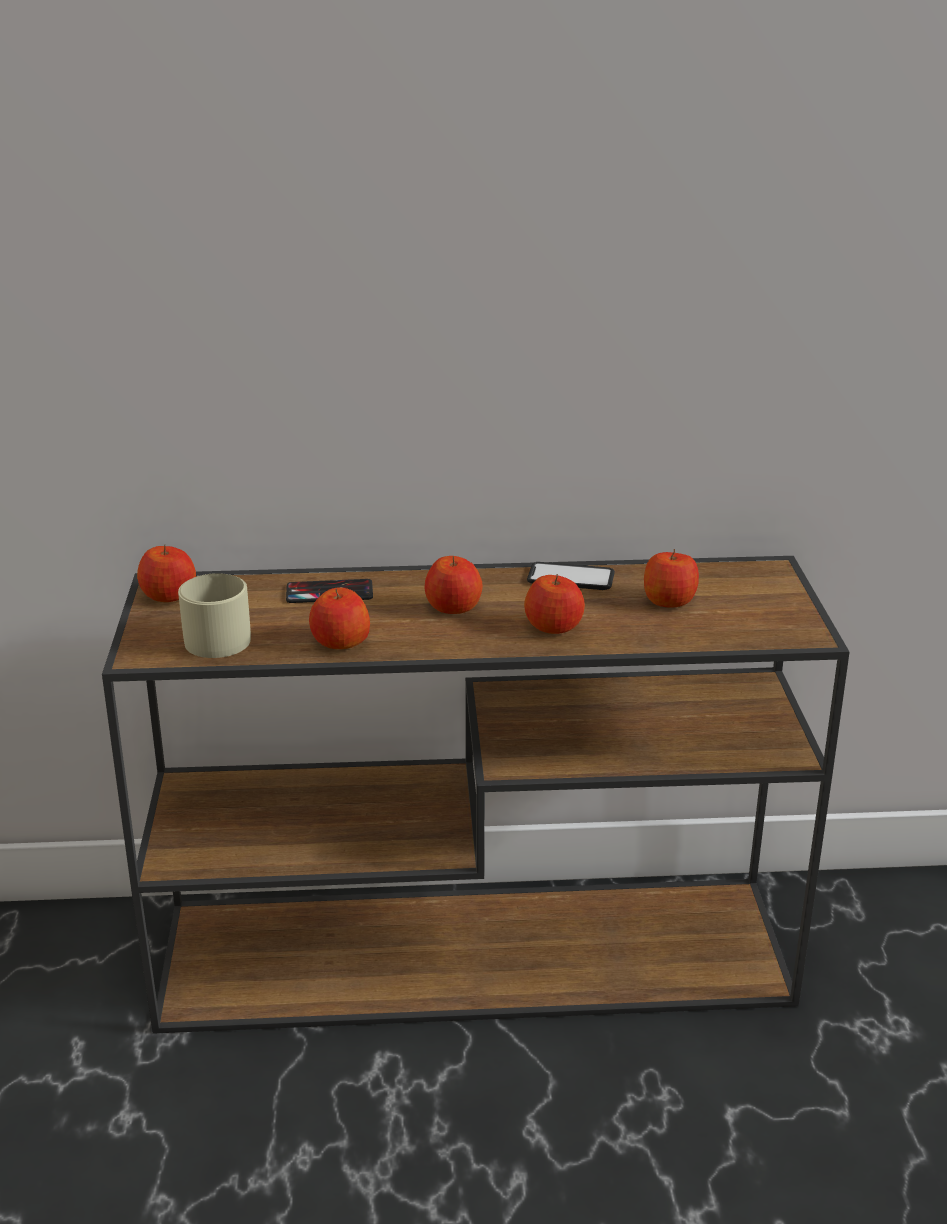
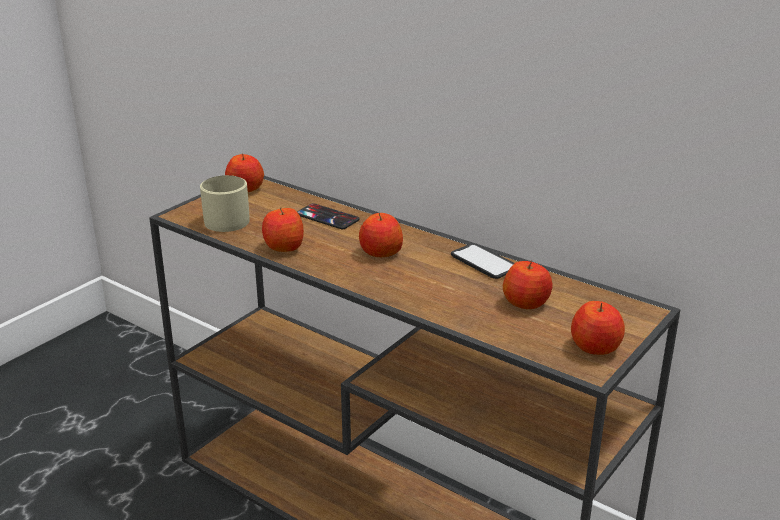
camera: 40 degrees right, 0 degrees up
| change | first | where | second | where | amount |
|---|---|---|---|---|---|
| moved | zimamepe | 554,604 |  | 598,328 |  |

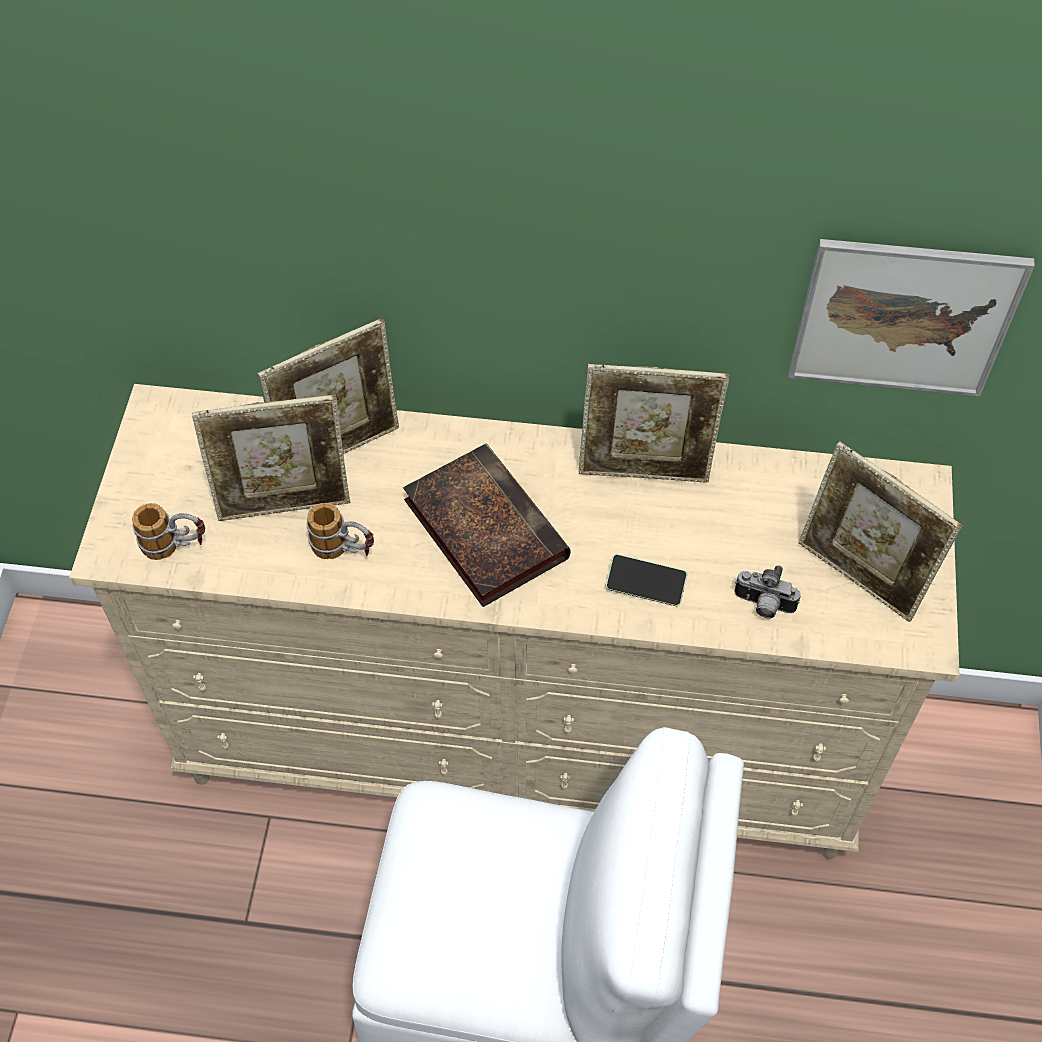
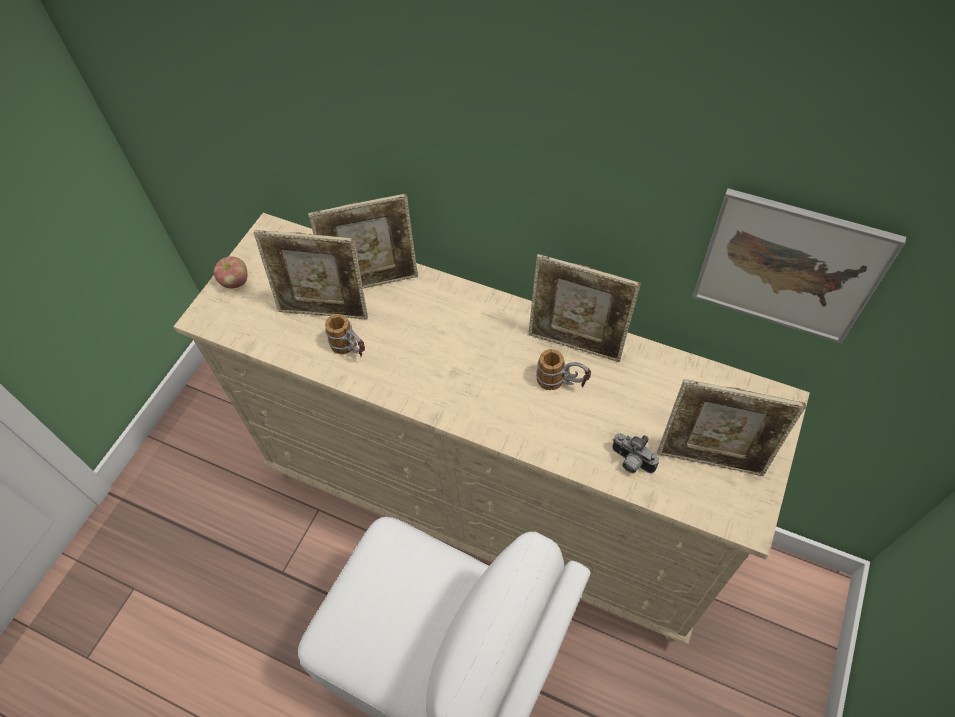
camera: 20 degrees right, 0 degrees up
| change | first | where | second | where | amount |
|---|---|---|---|---|---|
| added |  |  | zimamepe | 230,272 |  |
| moved | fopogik | 168,531 |  | 563,369 |  |
| turned | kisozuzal | 880,531 |  | 731,427 | 45 degrees counterclockwise |
| removed | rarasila | 486,525 |  |  |  |
| removed | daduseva | 646,580 |  |  |  |

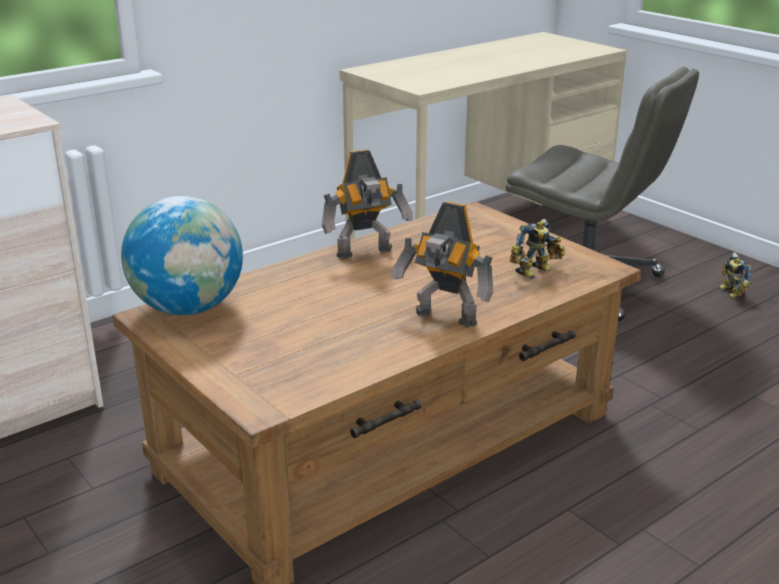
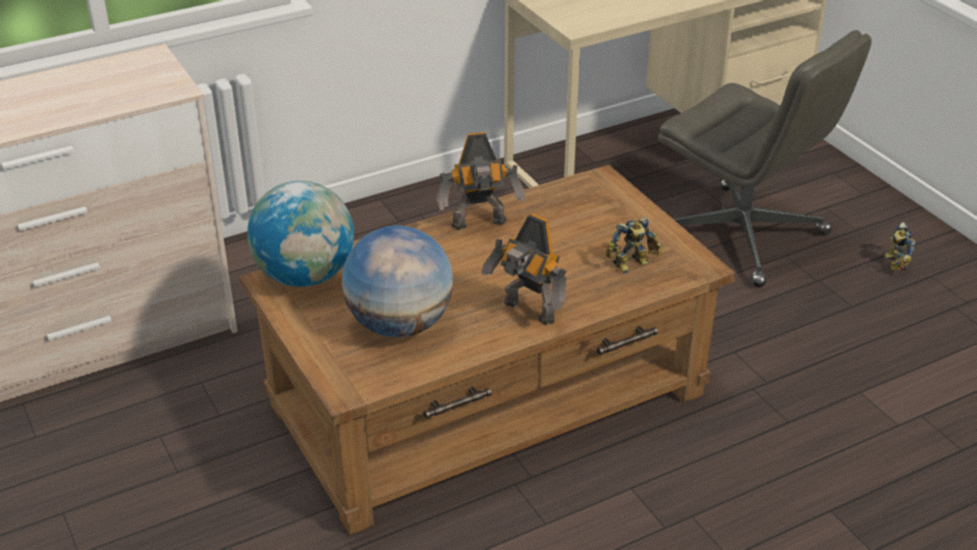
camera: 10 degrees right, 10 degrees up
| change | first | where | second | where | amount |
|---|---|---|---|---|---|
| added |  |  | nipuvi | 397,281 |  |

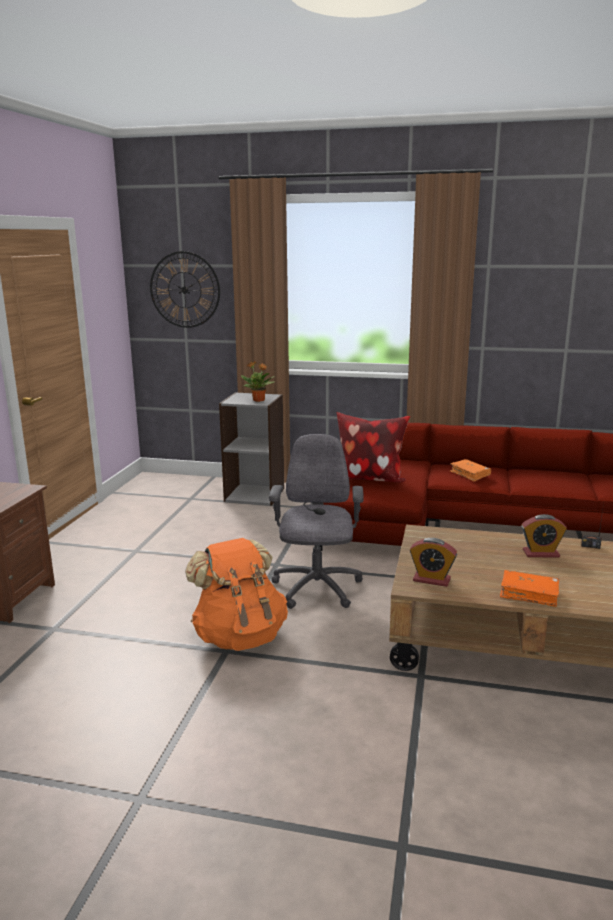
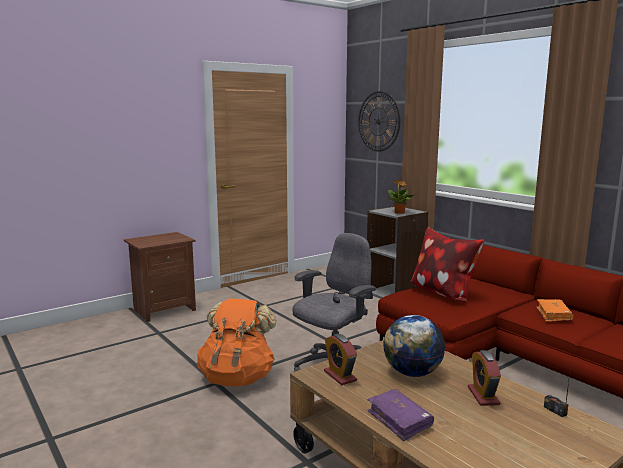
camera: 40 degrees right, 5 degrees down
| change | first | where | second | where | amount |
|---|---|---|---|---|---|
| recoloured | orange rarasila | 529,588 | purple rarasila | 401,415 |  |
| added |  |  | nipuvi | 414,346 |  |
| turned | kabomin | 544,535 |  | 484,378 | 45 degrees clockwise |

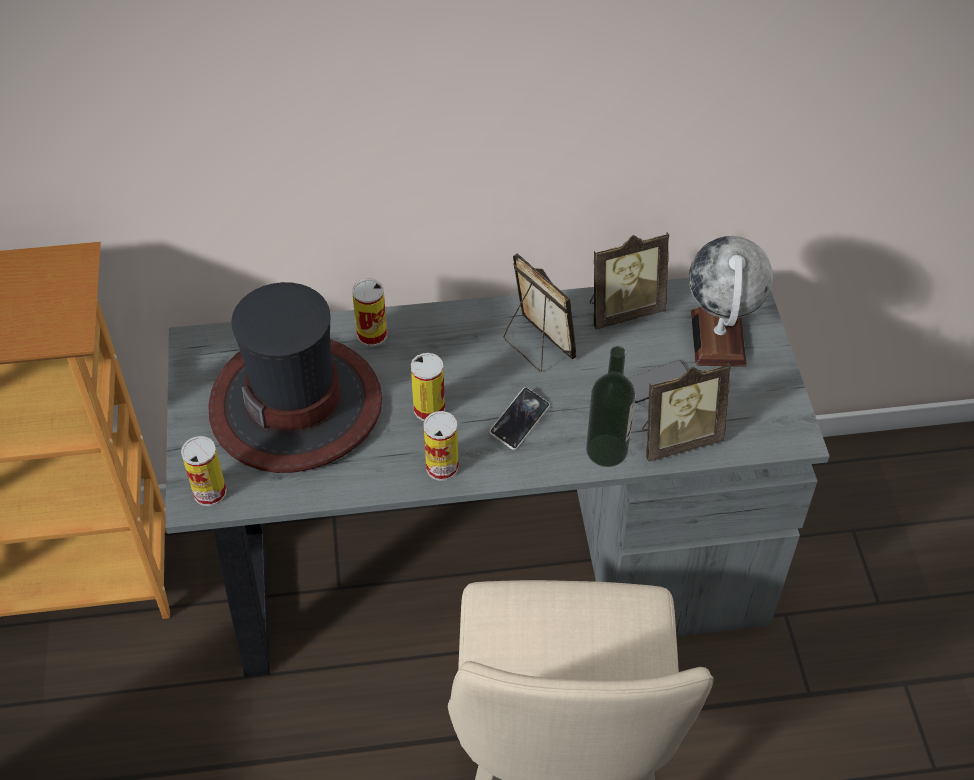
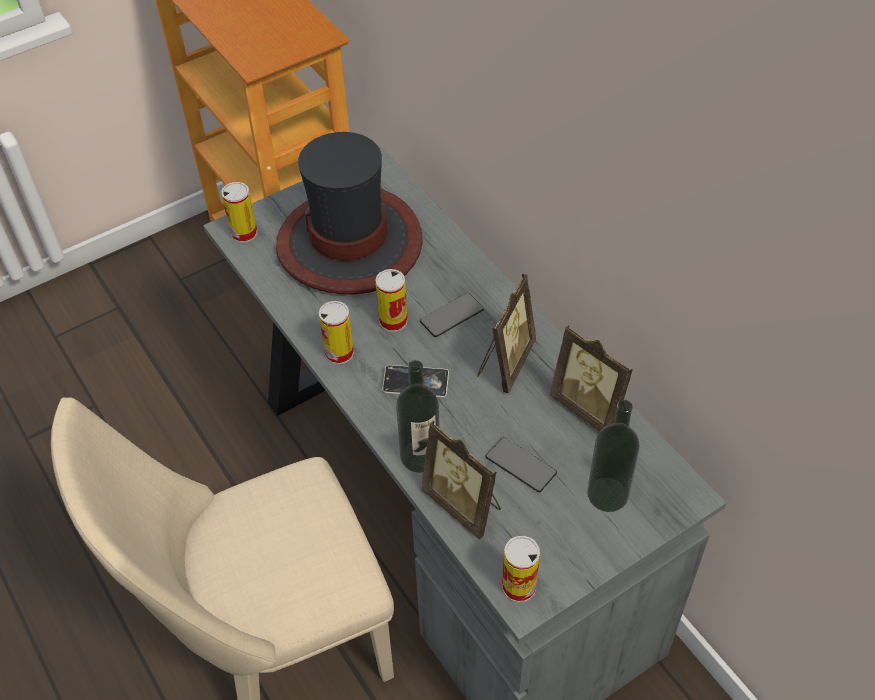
camera: 65 degrees right, 0 degrees up
| change | first | where | second | where | amount |
|---|---|---|---|---|---|
| added |  |  | daduseva | 452,315 |  |
| moved | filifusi | 369,312 |  | 521,569 |  |
| replaced | nipuvi | 731,301 | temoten | 613,456 |  |

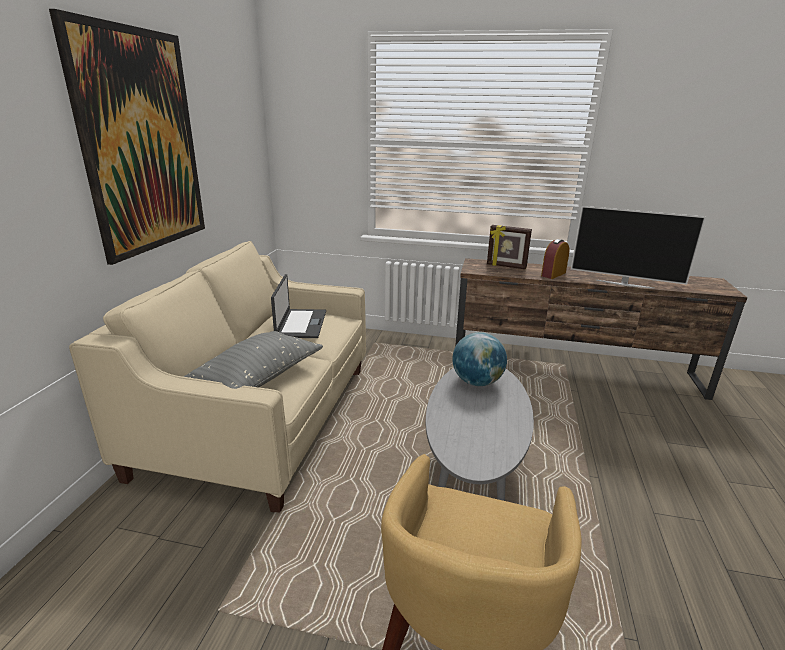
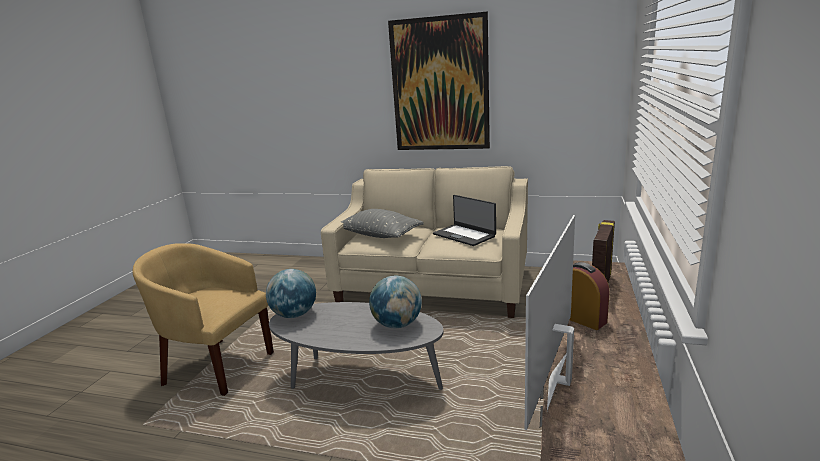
camera: 95 degrees right, 5 degrees down
| change | first | where | second | where | amount |
|---|---|---|---|---|---|
| added |  |  | nipuvi | 291,293 |  |
| turned | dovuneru | 298,306 |  | 464,220 | 45 degrees clockwise |

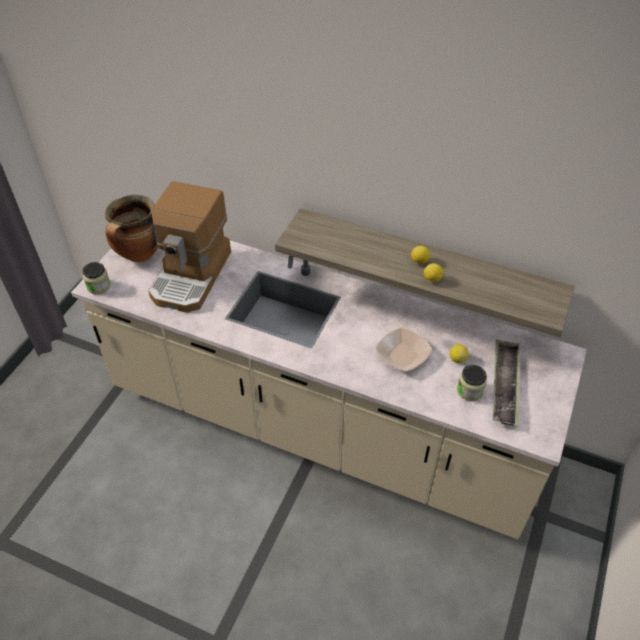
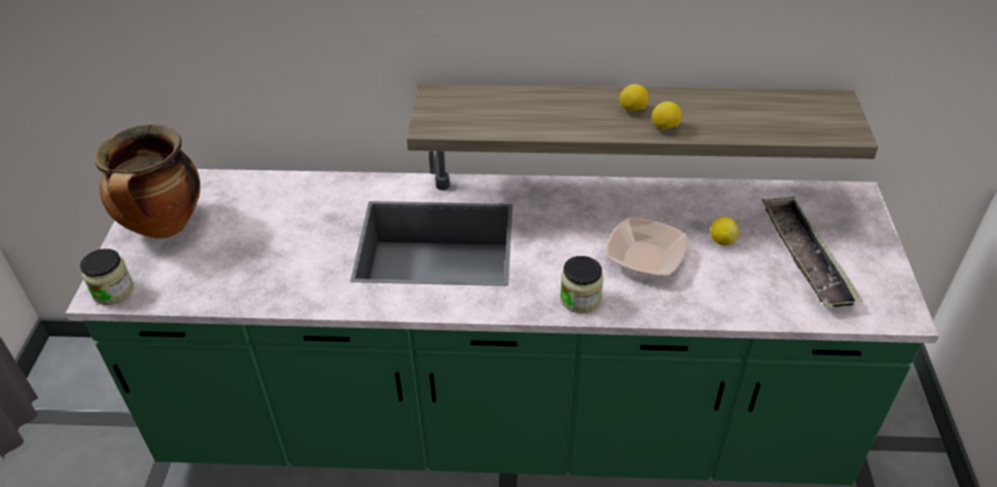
camera: 20 degrees left, 5 degrees down
| change | first | where | second | where | amount |
|---|---|---|---|---|---|
| recoloured | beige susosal | 329,390 | green susosal | 502,318 |  |
| moved | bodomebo | 472,383 |  | 581,284 |  |
| removed | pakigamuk | 189,247 |  |  |  |

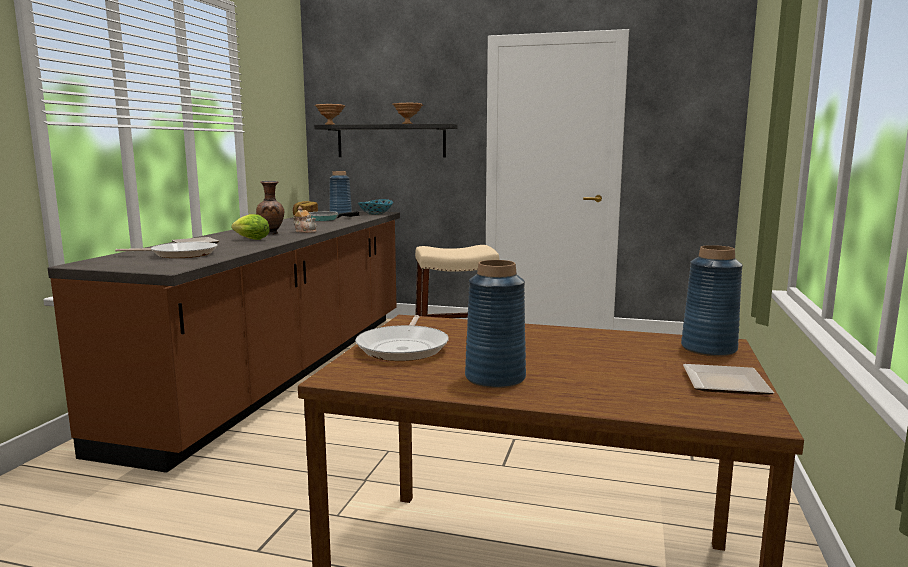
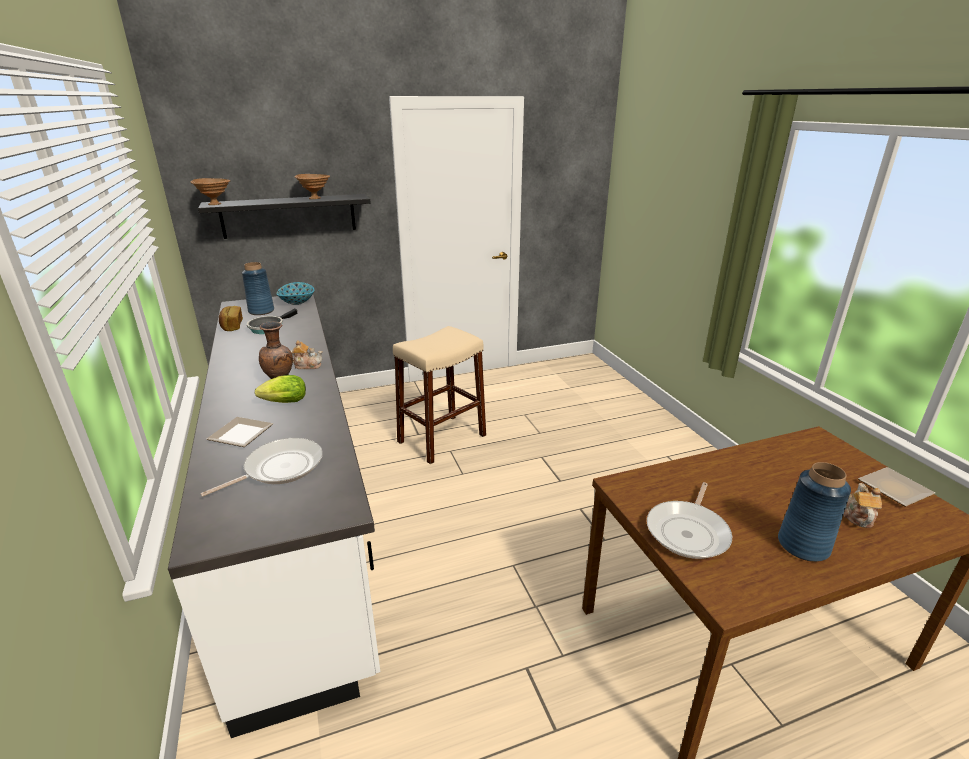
camera: 35 degrees left, 15 degrees up
| change | first | where | second | where | amount |
|---|---|---|---|---|---|
| recoloured | brown susosal | 224,341 | white susosal | 274,515 |  |
| turned | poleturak | 402,338 |  | 690,520 | 60 degrees clockwise |
| added |  |  | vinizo | 862,505 |  |
| removed | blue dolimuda | 712,301 |  |  |  |

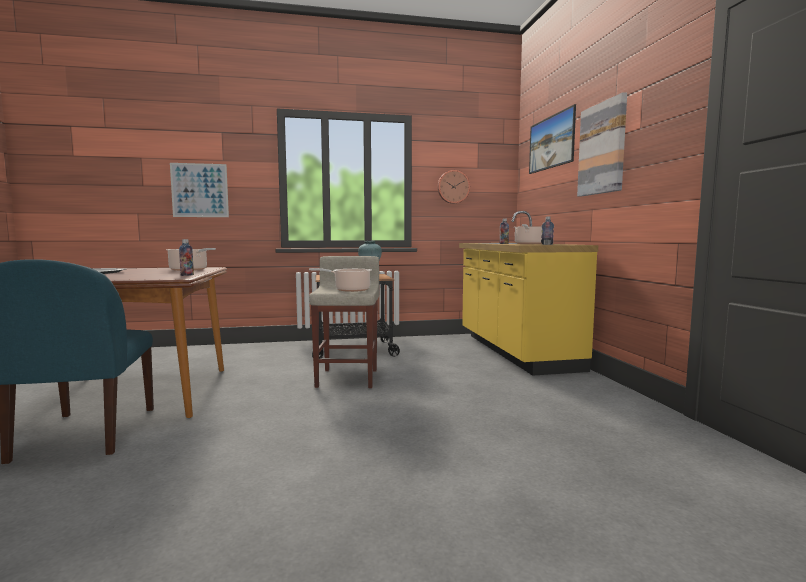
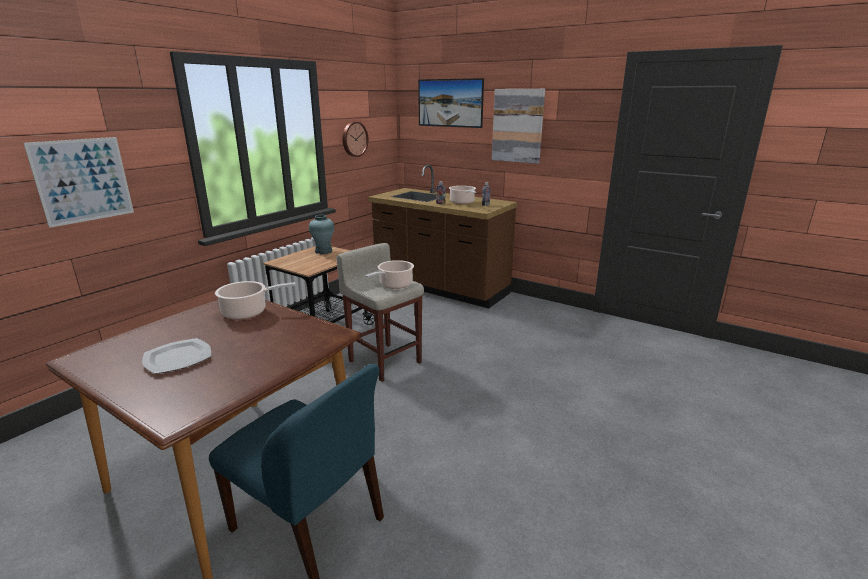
camera: 45 degrees left, 15 degrees up
| change | first | where | second | where | amount |
|---|---|---|---|---|---|
| recoloured | yellow susosal | 529,293 | brown susosal | 442,236 |  |
| removed | temoten | 186,257 |  |  |  |

